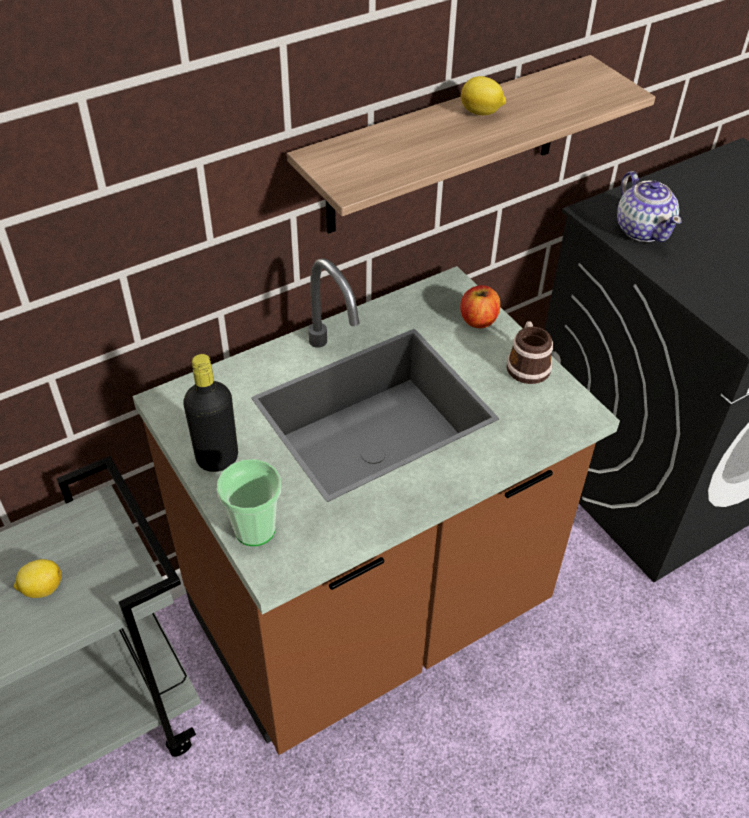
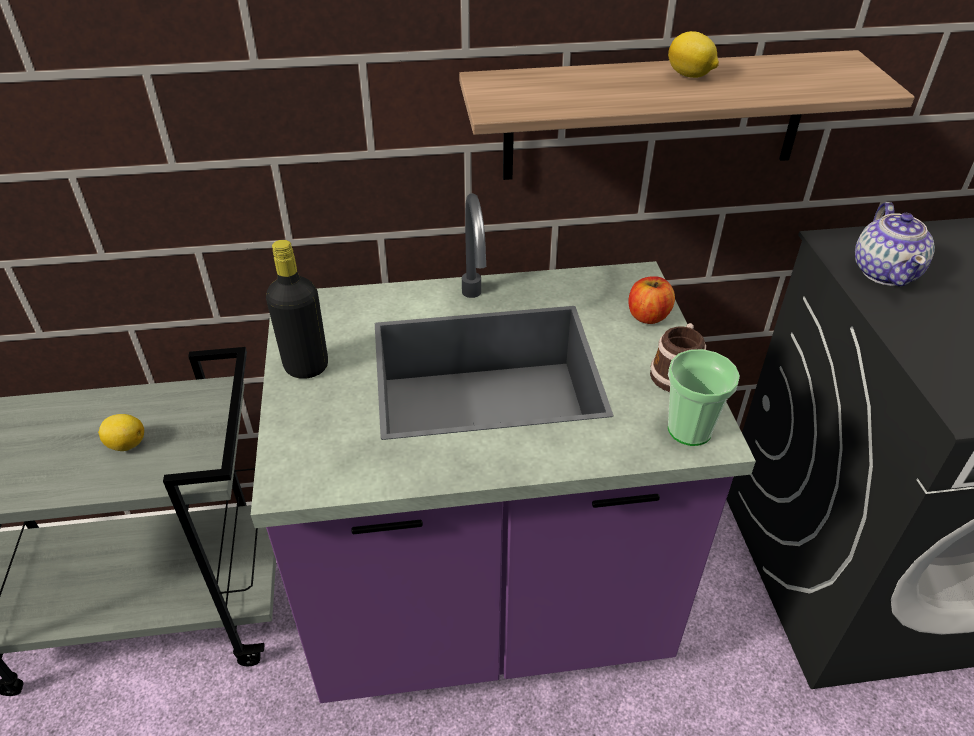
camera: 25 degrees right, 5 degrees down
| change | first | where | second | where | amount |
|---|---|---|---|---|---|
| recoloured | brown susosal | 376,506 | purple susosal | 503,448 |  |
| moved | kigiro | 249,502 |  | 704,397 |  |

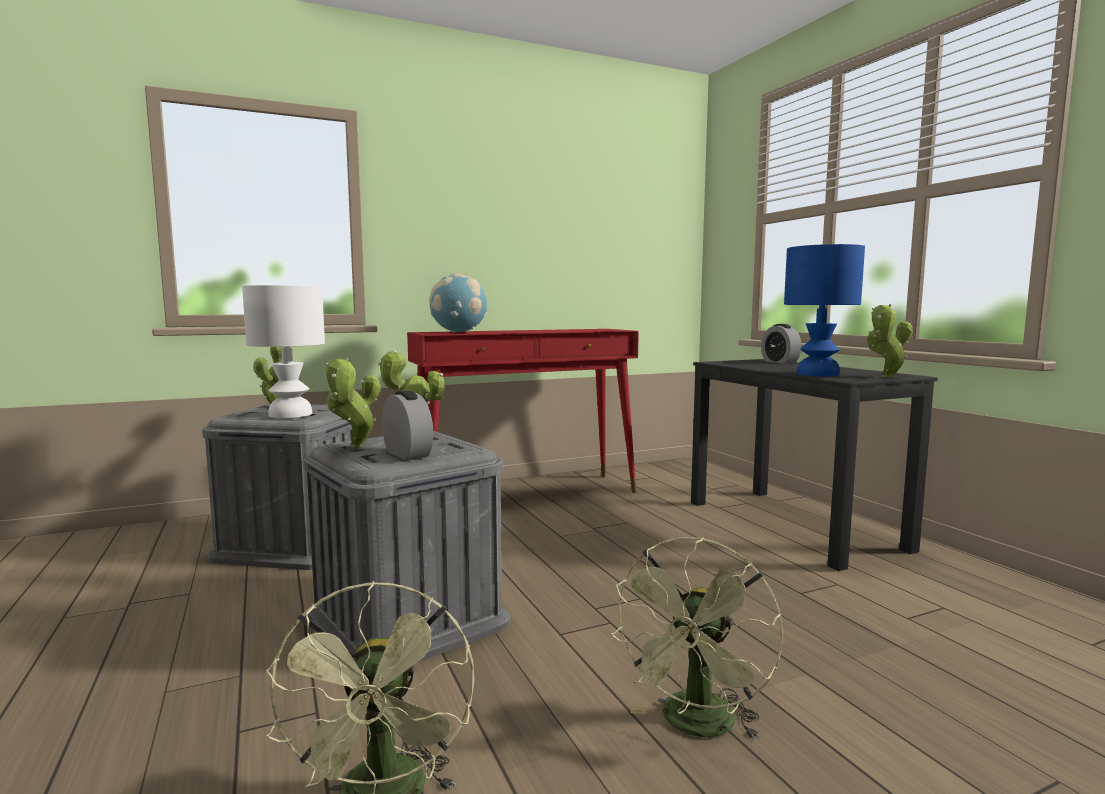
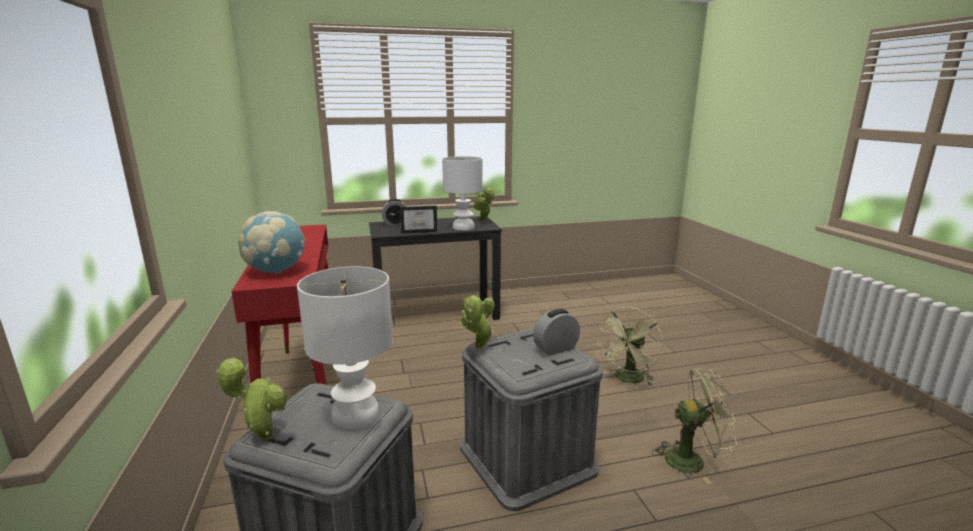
camera: 80 degrees left, 10 degrees up
| change | first | where | second | where | amount |
|---|---|---|---|---|---|
| added |  |  | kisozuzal | 418,220 |  |
| recoloured | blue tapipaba | 824,310 | white tapipaba | 462,193 |  |
| turned | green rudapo | 696,639 |  | 629,346 | 90 degrees clockwise |
| removed | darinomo | 353,402 |  |  |  |

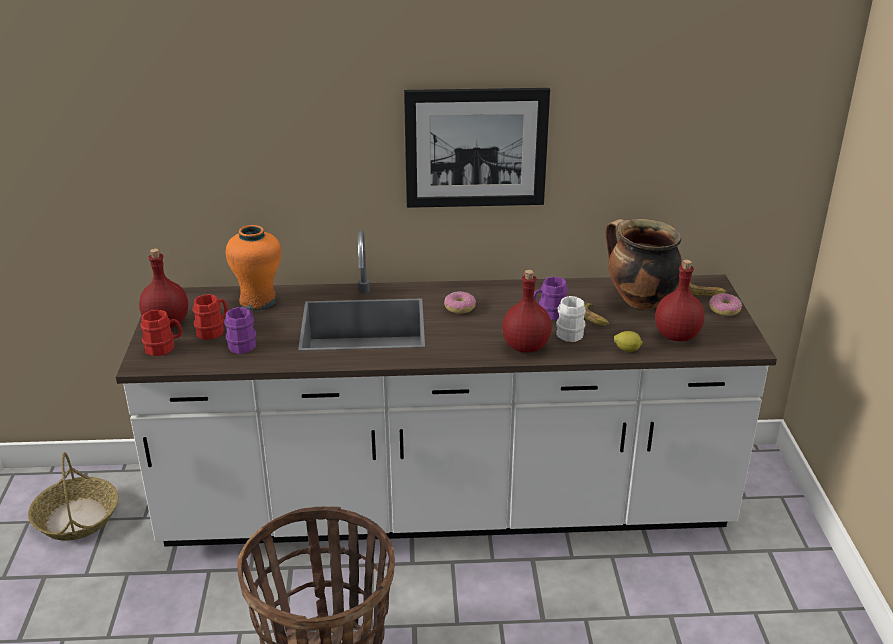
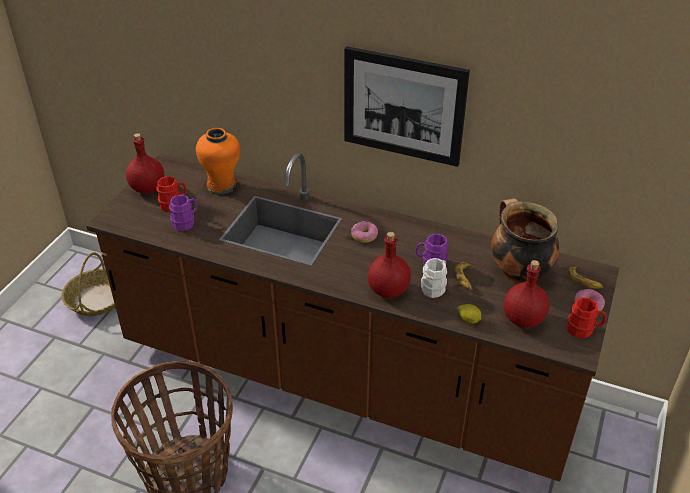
camera: 25 degrees right, 10 degrees up
| change | first | where | second | where | amount |
|---|---|---|---|---|---|
| recoloured | white susosal | 446,388 | brown susosal | 353,317 |  |
| moved | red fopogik | 161,333 |  | 587,318 |  |

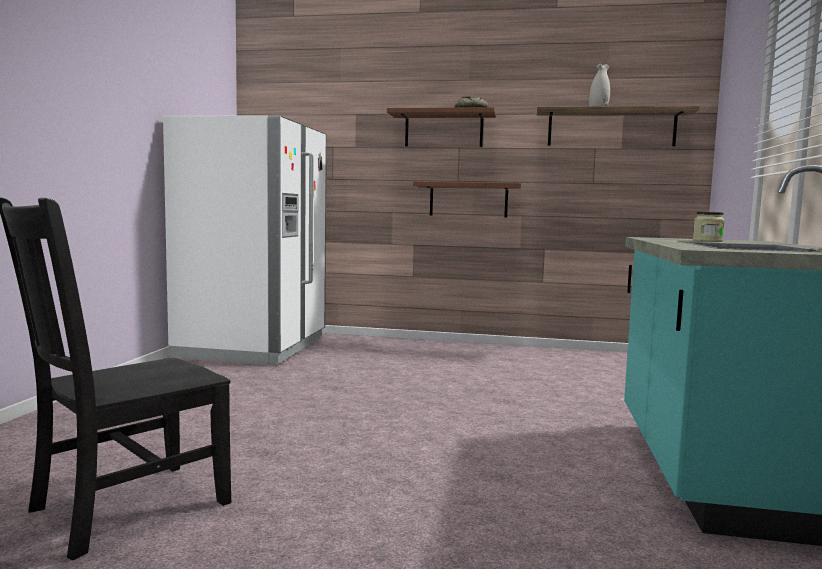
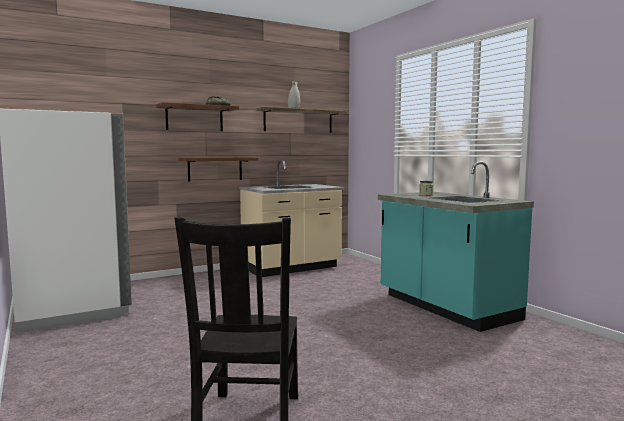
camera: 40 degrees left, 0 degrees up
| change | first | where | second | where | amount |
|---|---|---|---|---|---|
| added |  |  | beige susosal | 292,218 |  |

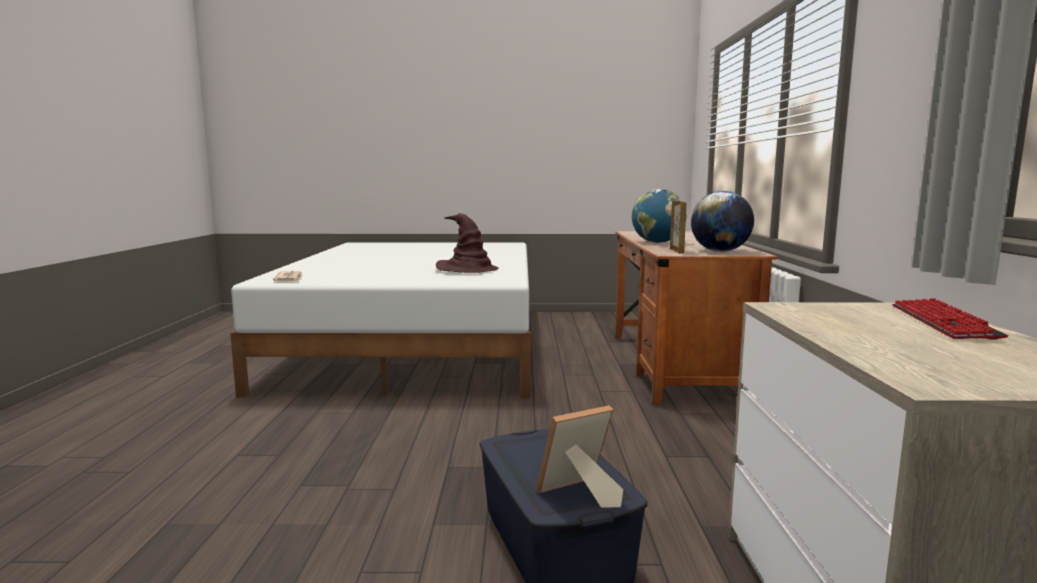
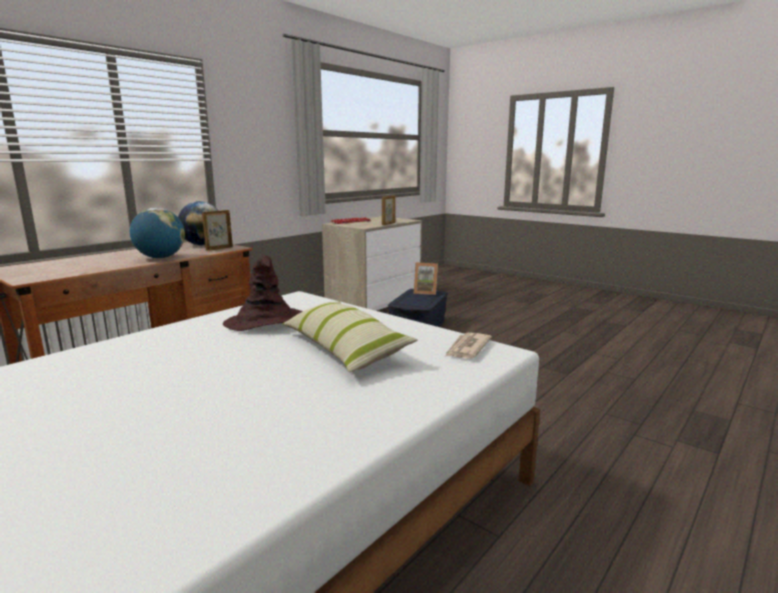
camera: 140 degrees left, 5 degrees up
| change | first | where | second | where | amount |
|---|---|---|---|---|---|
| added |  |  | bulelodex | 350,336 |  |
| added |  |  | kisozuzal | 388,210 |  |

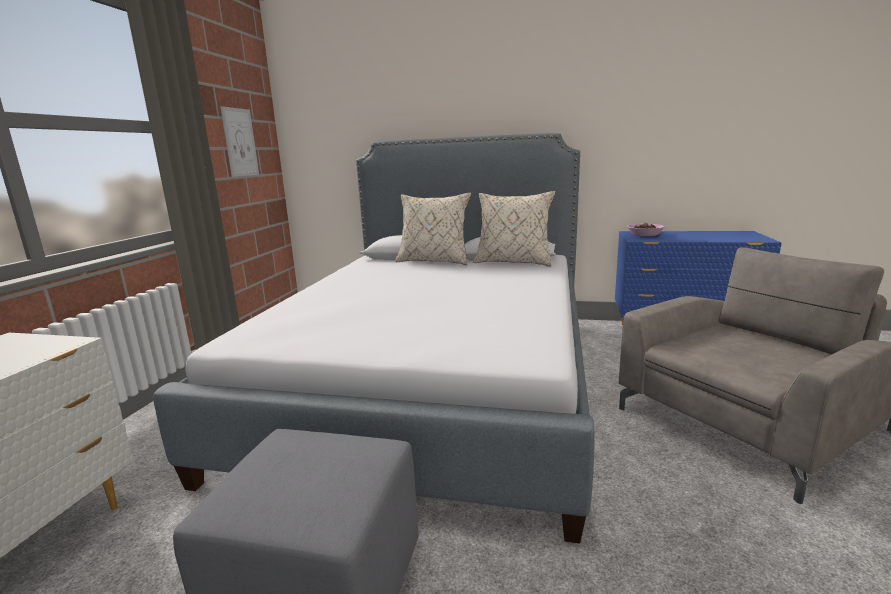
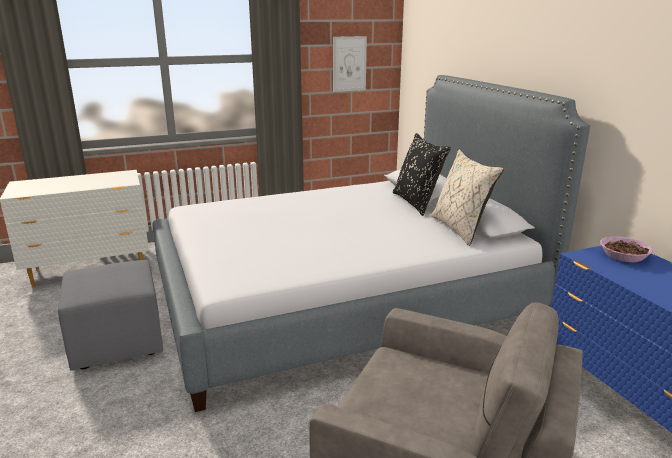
camera: 55 degrees right, 5 degrees up
| change | first | where | second | where | amount |
|---|---|---|---|---|---|
| recoloured | beige bulelodex | 433,229 | black bulelodex | 422,174 |  |

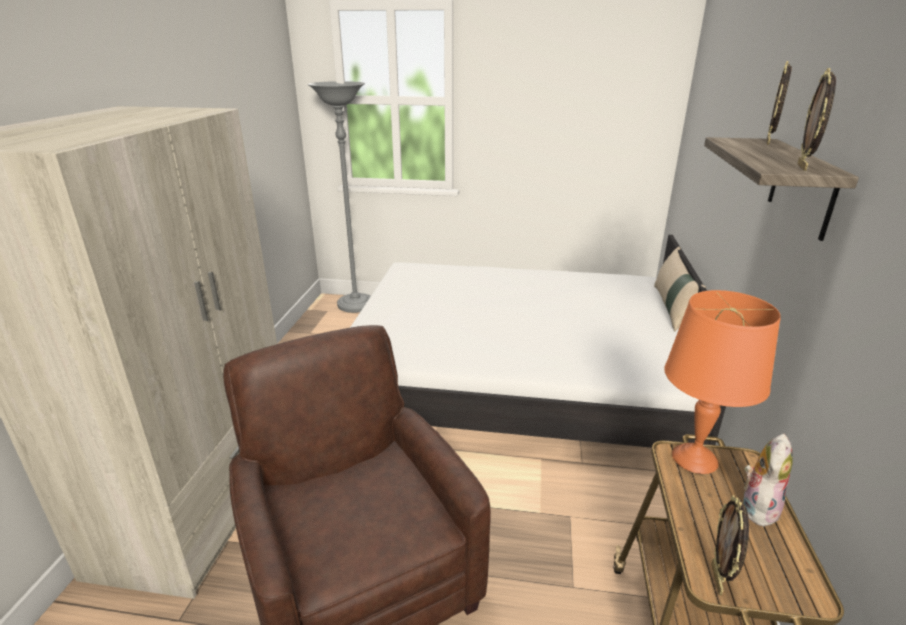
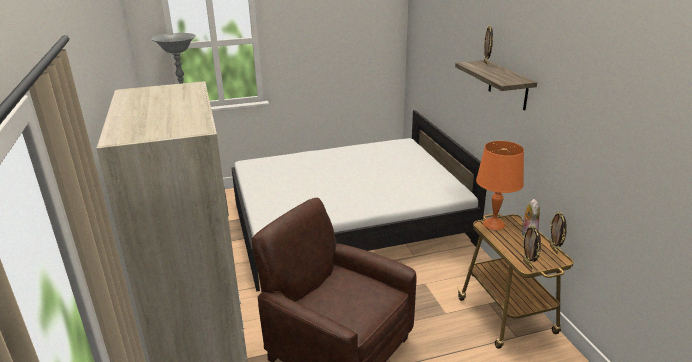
camera: 25 degrees left, 0 degrees up
| change | first | where | second | where | amount |
|---|---|---|---|---|---|
| moved | kisozuzal | 816,119 |  | 558,233 |  |
| removed | beige bulelodex | 680,289 |  |  |  |

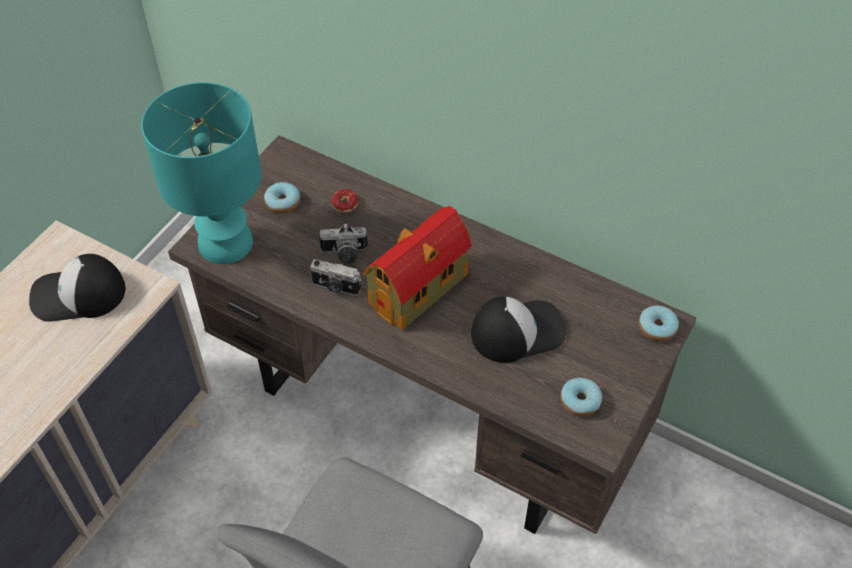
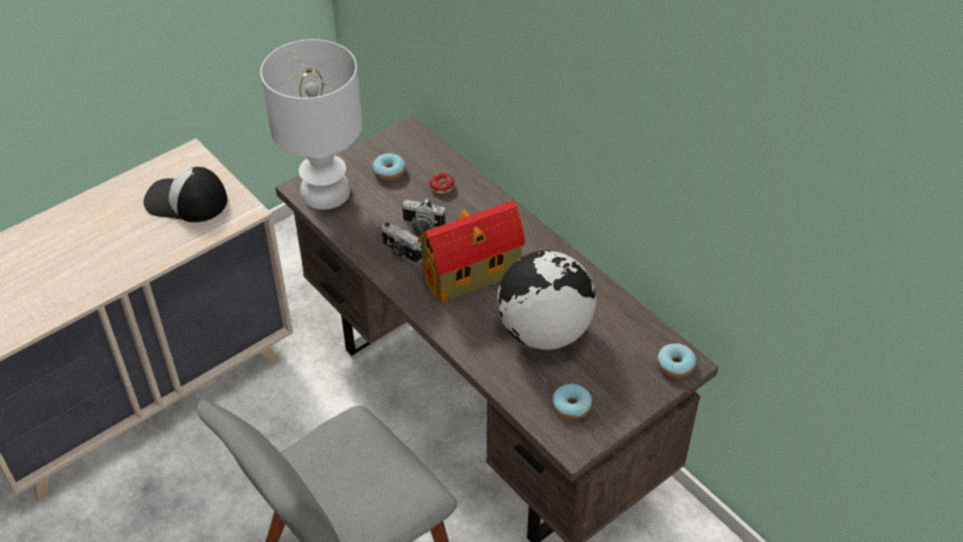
camera: 20 degrees right, 5 degrees down
| change | first | where | second | where | amount |
|---|---|---|---|---|---|
| recoloured | turquoise tapipaba | 201,173 | white tapipaba | 311,124 |  |
| replaced | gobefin | 518,330 | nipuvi | 546,300 |  |

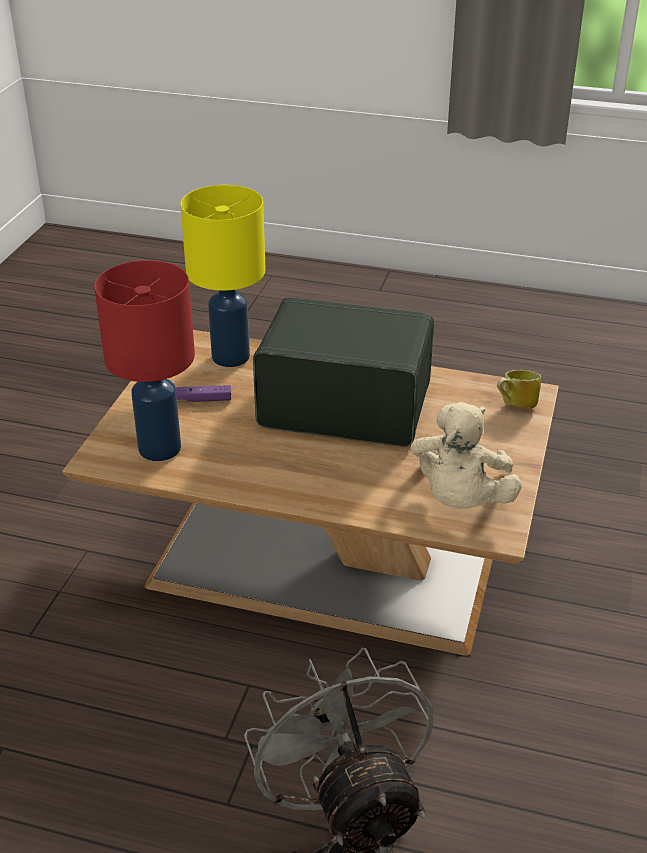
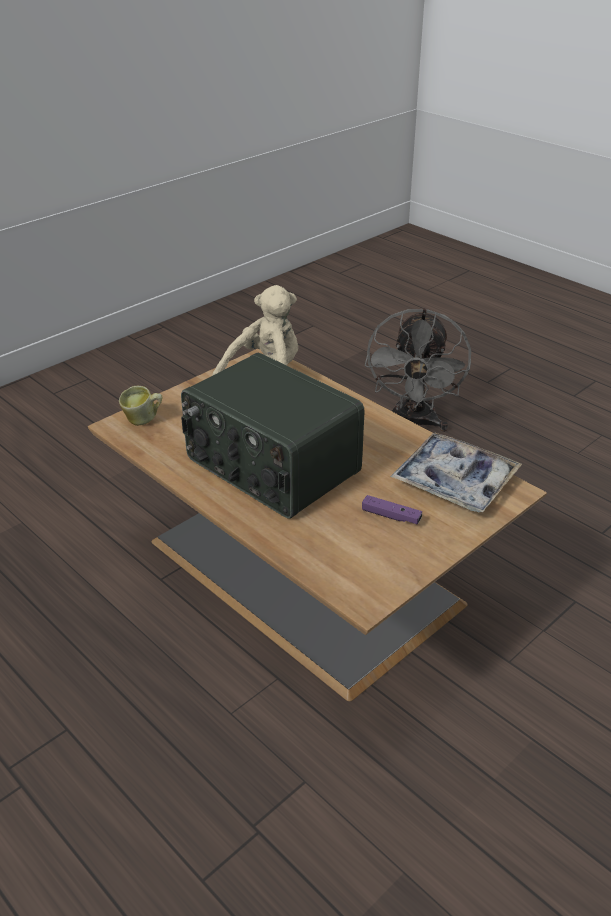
camera: 150 degrees left, 0 degrees up
| change | first | where | second | where | amount |
|---|---|---|---|---|---|
| replaced | red tapipaba | 144,360 | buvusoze | 456,473 |  |
| removed | yellow tapipaba | 222,276 |  |  |  |

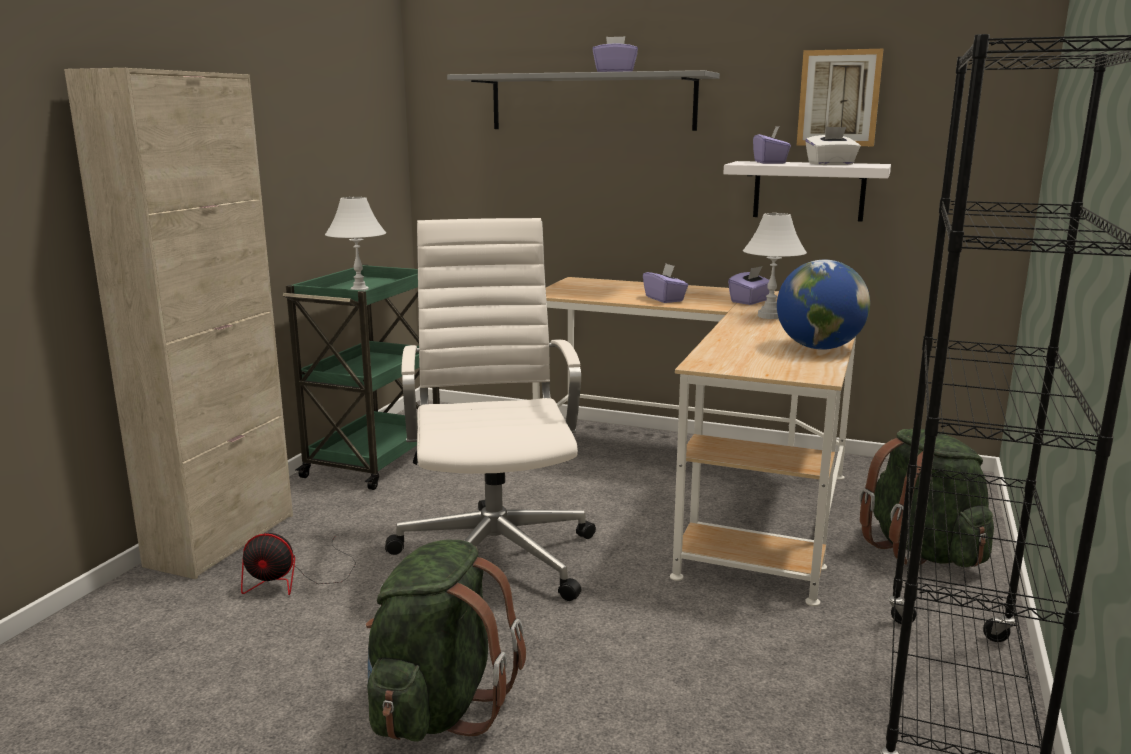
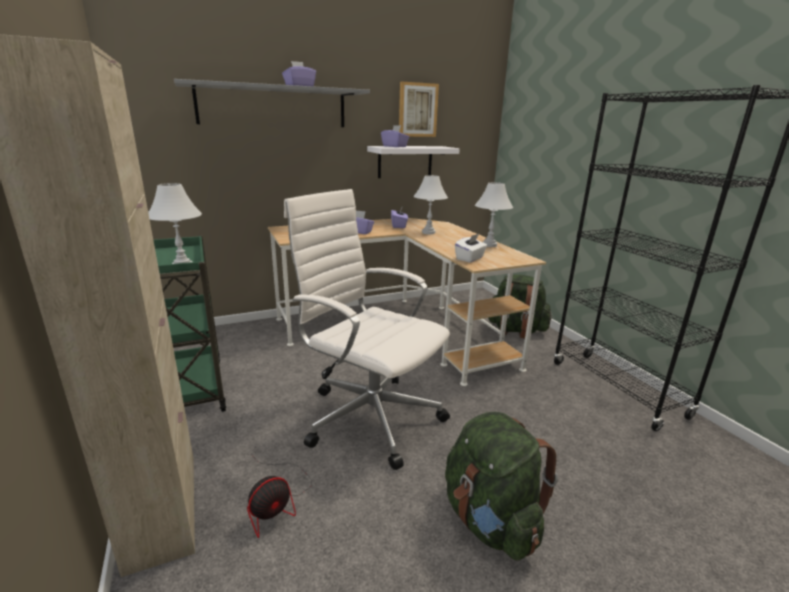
camera: 45 degrees left, 5 degrees up
| change | first | where | second | where | amount |
|---|---|---|---|---|---|
| moved | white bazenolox | 833,145 |  | 471,248 |  |
| replaced | nipuvi | 823,305 | white tapipaba | 494,214 |  |

